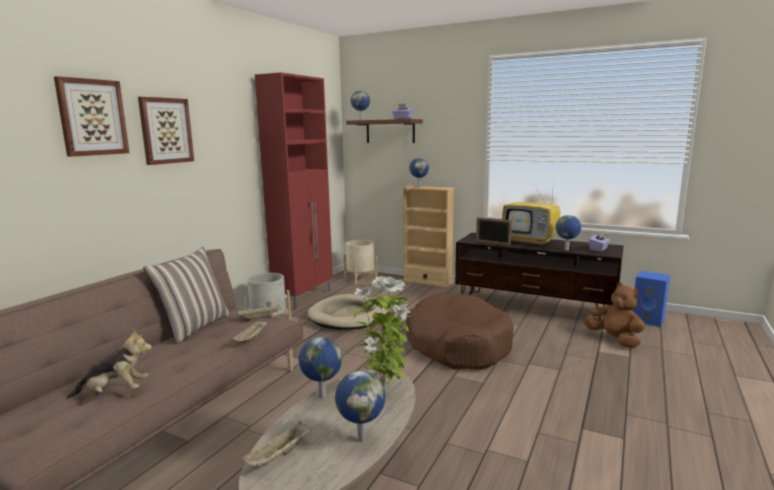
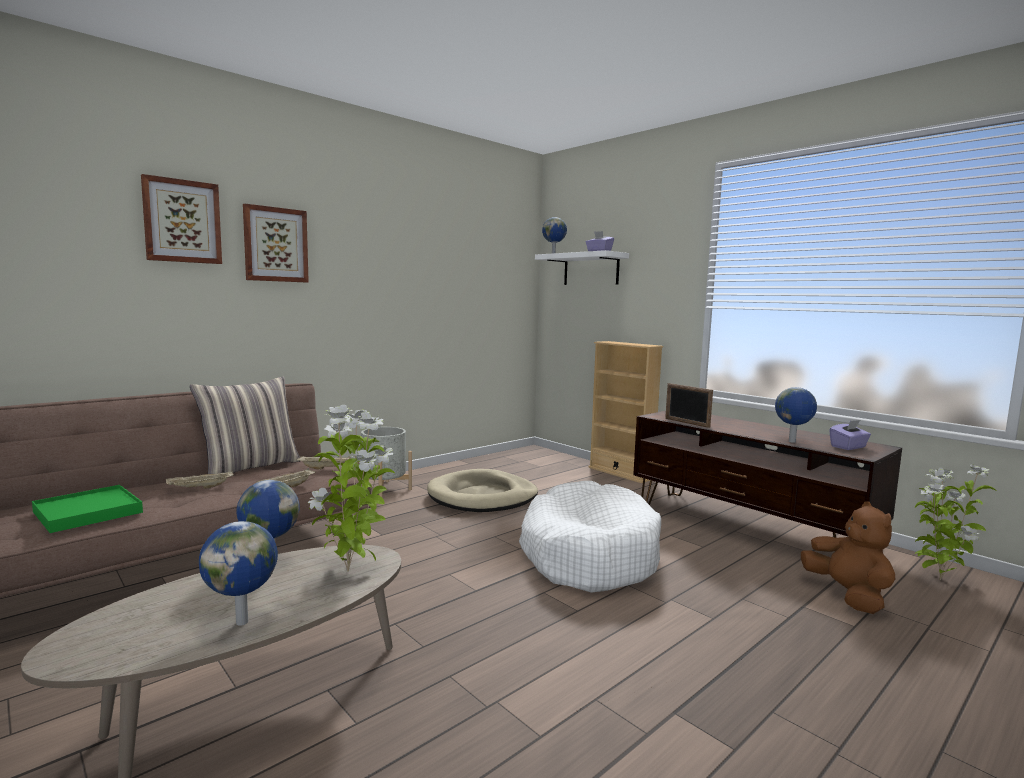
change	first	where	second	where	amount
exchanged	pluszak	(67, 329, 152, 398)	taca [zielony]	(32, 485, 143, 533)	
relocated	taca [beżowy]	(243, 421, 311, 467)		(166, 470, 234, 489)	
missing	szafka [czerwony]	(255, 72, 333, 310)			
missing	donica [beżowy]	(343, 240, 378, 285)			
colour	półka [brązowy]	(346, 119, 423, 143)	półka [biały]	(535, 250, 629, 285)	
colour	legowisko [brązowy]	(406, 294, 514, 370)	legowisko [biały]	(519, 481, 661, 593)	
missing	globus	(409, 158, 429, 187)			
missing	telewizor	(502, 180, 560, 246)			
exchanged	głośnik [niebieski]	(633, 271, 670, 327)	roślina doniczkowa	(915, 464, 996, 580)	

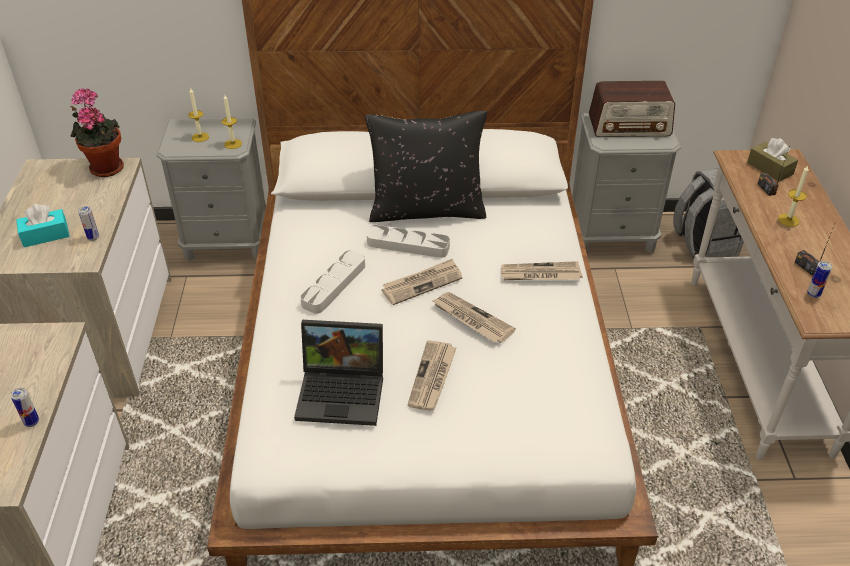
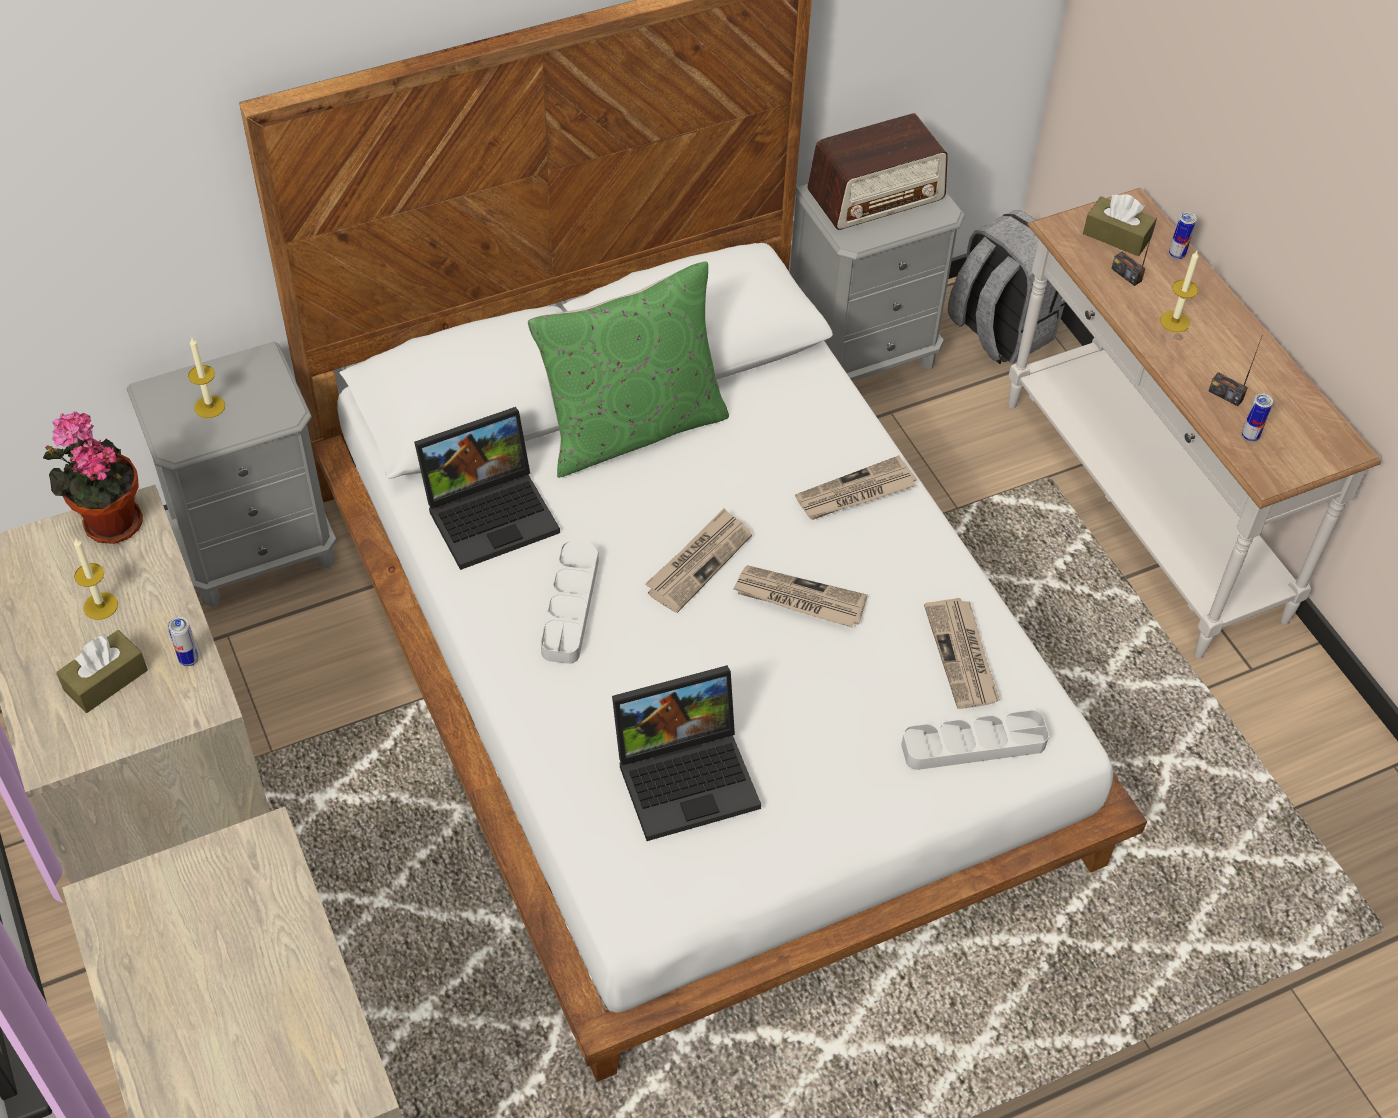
change	first	where	second	where	amount
relocated	puszka	(10, 388, 39, 427)		(1169, 212, 1197, 259)	
colour	pudełko chusteczek [turkusowy]	(16, 204, 69, 247)	pudełko chusteczek [brązowy]	(56, 630, 148, 713)	
relocated	świeca	(222, 95, 242, 149)		(74, 537, 118, 620)	
colour	poduszka [czarny]	(365, 111, 487, 222)	poduszka [zielony]	(528, 261, 729, 478)	
relocated	taca [szary]	(367, 225, 450, 258)		(901, 710, 1049, 770)	
relocated	gazeta	(408, 340, 456, 411)		(924, 598, 1000, 709)	
appeared			laptop	(414, 407, 560, 570)	

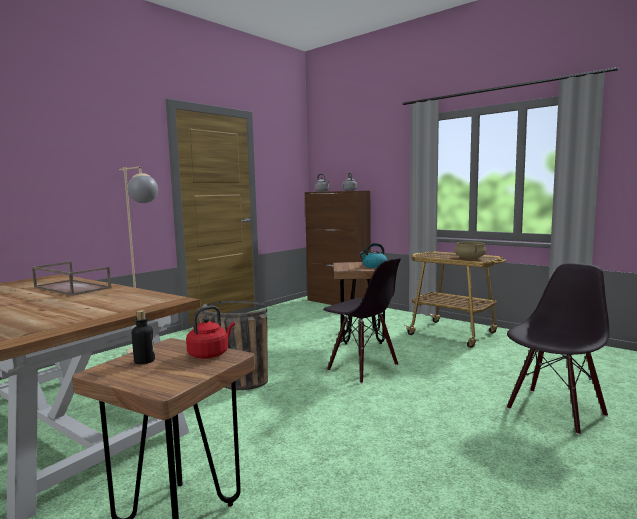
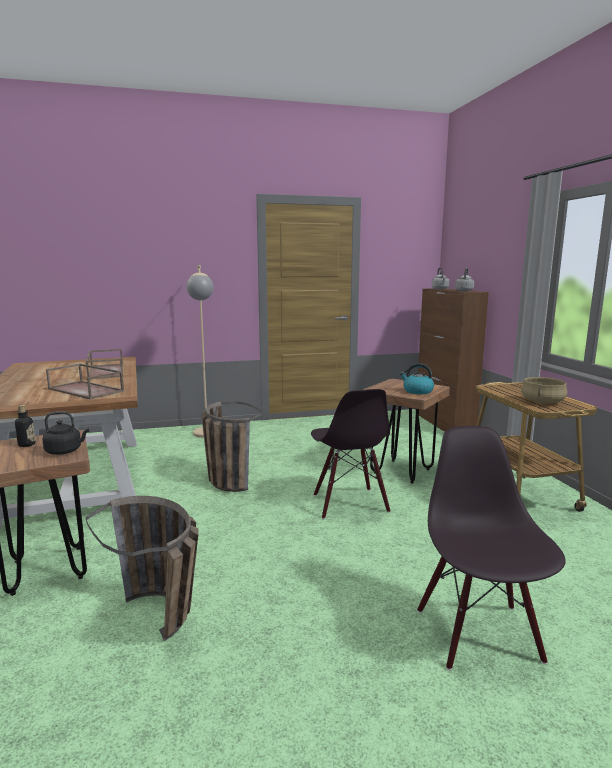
change	first	where	second	where	amount
colour	czajnik [czerwony]	(186, 306, 235, 359)	czajnik [czarny]	(42, 411, 89, 455)	
spun	krzesło [czarny]	(507, 263, 609, 435)		(417, 426, 566, 670)	90 degrees counterclockwise
appeared			taca [brązowy]	(46, 364, 124, 400)	
appeared			koszyk	(86, 496, 198, 641)	

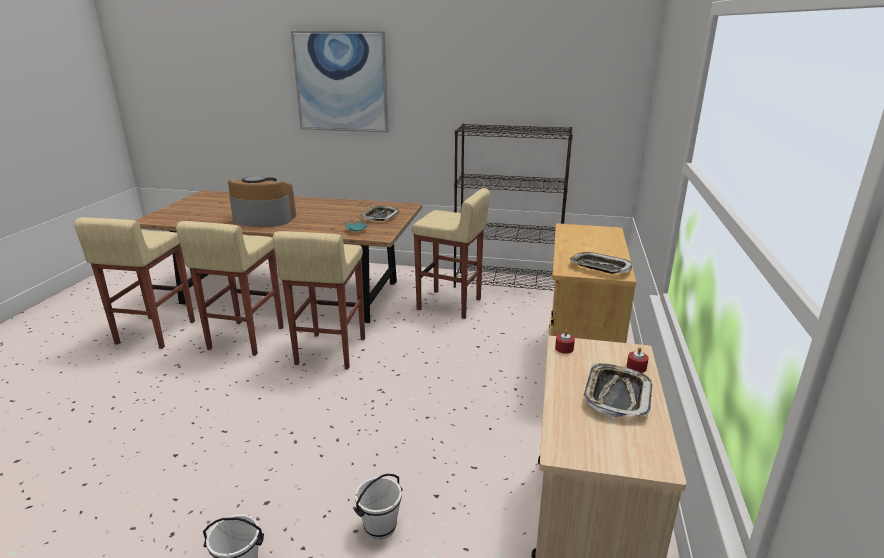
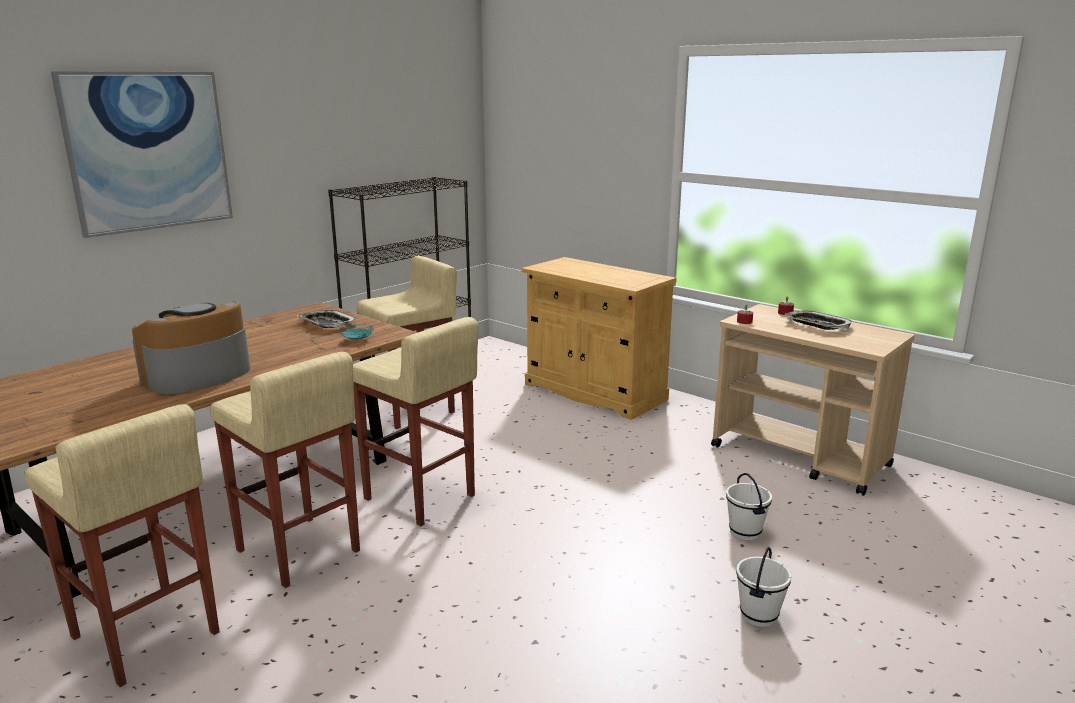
change	first	where	second	where	amount
missing	taca	(569, 252, 632, 274)			

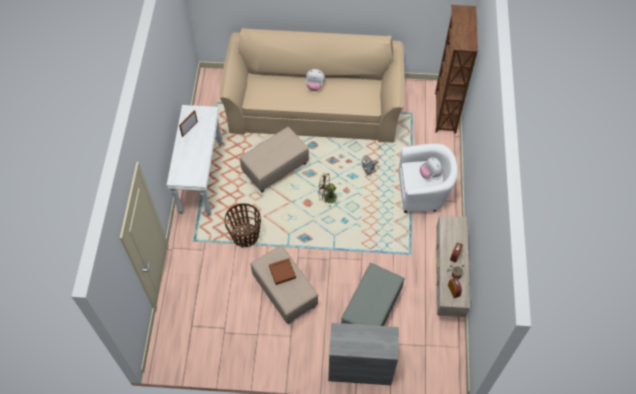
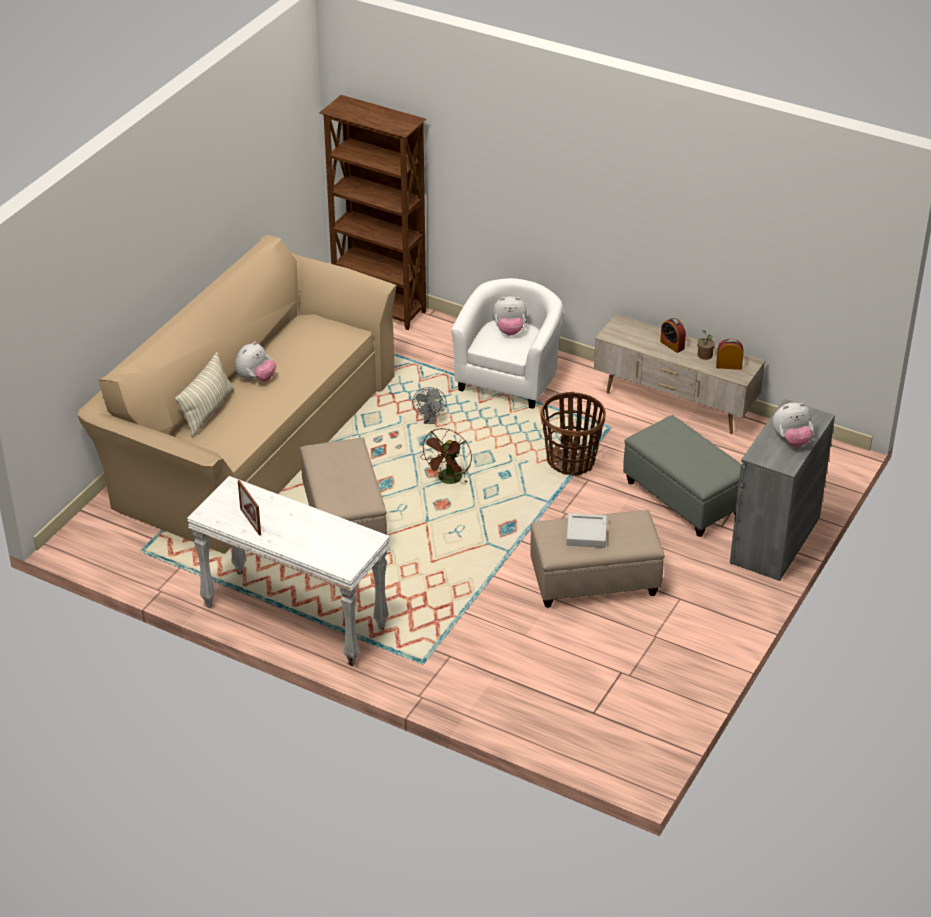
change	first	where	second	where	amount
relocated	koszyk	(224, 203, 261, 248)		(541, 392, 606, 476)	
colour	taca [brązowy]	(269, 258, 296, 285)	taca [szary]	(566, 513, 607, 548)	
appeared			poduszka	(175, 352, 234, 437)	
appeared			pluszak	(772, 403, 813, 447)	

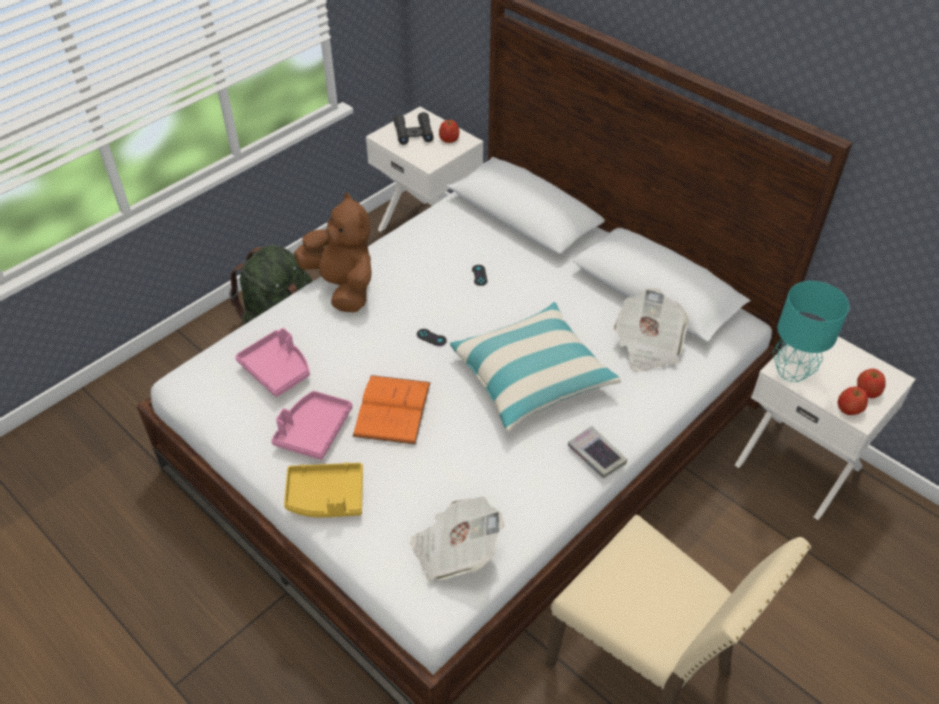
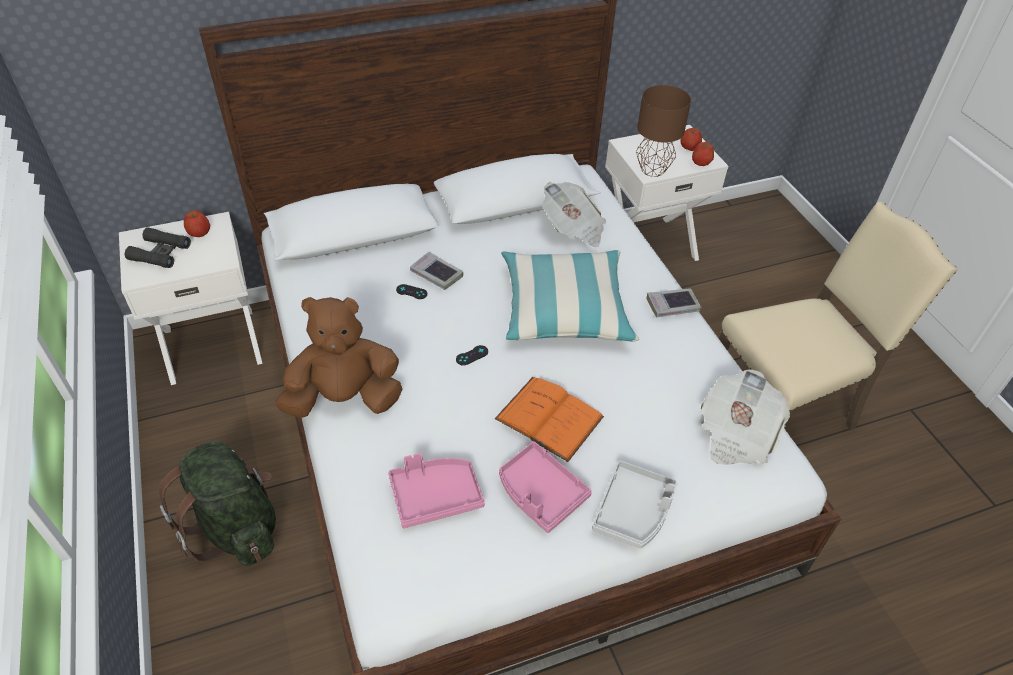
change	first	where	second	where	amount
colour	taca [żółty]	(284, 462, 363, 518)	taca [szary]	(592, 460, 678, 548)	
colour	lampa stołowa [turkusowy]	(773, 281, 849, 382)	lampa stołowa [brązowy]	(636, 85, 691, 177)	
appeared			książka	(410, 252, 463, 290)	

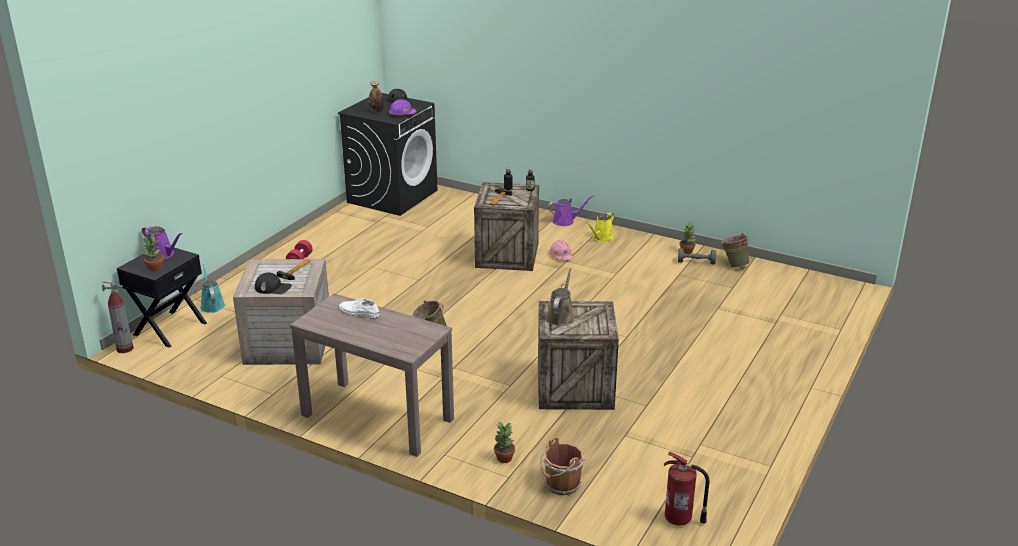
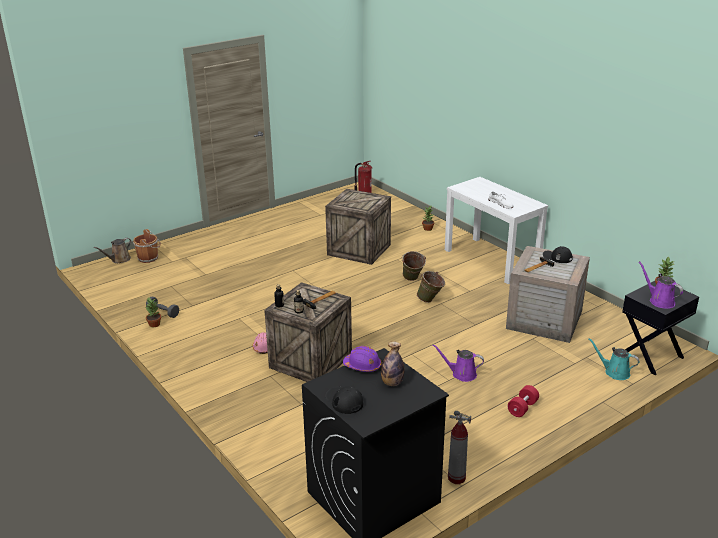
change	first	where	second	where	amount
relocated	gaśnica	(102, 281, 134, 353)		(448, 411, 471, 484)	
spun	konewka [turkusowy]	(200, 264, 225, 313)		(588, 338, 639, 380)	120 degrees clockwise
colour	stolik konsolowy [brązowy]	(290, 293, 454, 457)	stolik konsolowy [biały]	(445, 177, 548, 284)	
relocated	wiadro [brązowy]	(540, 437, 585, 495)		(133, 229, 161, 263)	
relocated	konewka [brązowy]	(545, 268, 574, 326)		(94, 238, 131, 263)	
relocated	konewka [fioletowy]	(548, 195, 594, 226)		(432, 344, 484, 382)	
missing	konewka [żółty]	(586, 212, 615, 242)			
relocated	wiadro [zielony]	(721, 233, 750, 268)		(401, 251, 426, 281)	

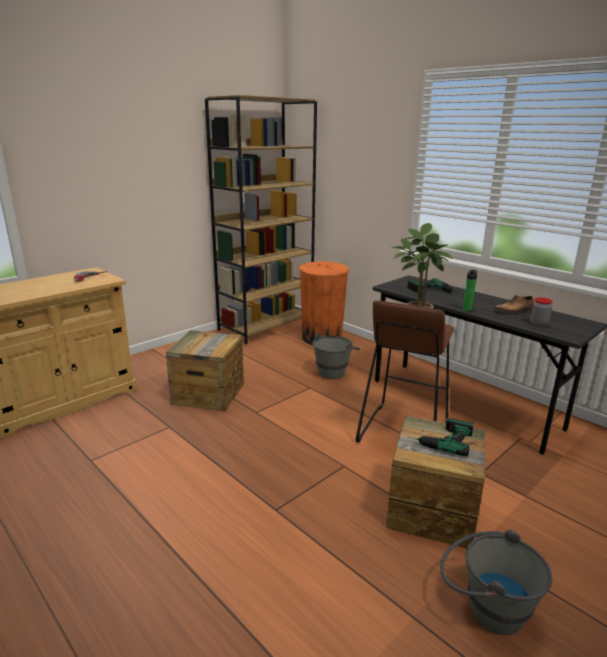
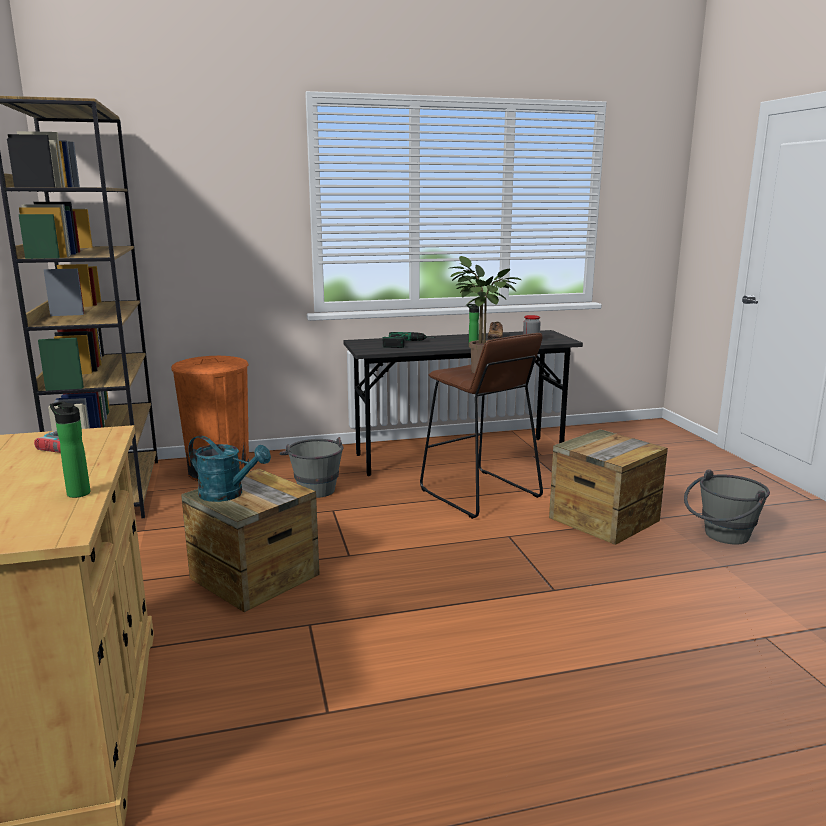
change	first	where	second	where	amount
missing	wiertarka	(407, 418, 474, 456)			
appeared			butelka	(50, 401, 90, 498)	
appeared			konewka [turkusowy]	(188, 435, 271, 502)	

